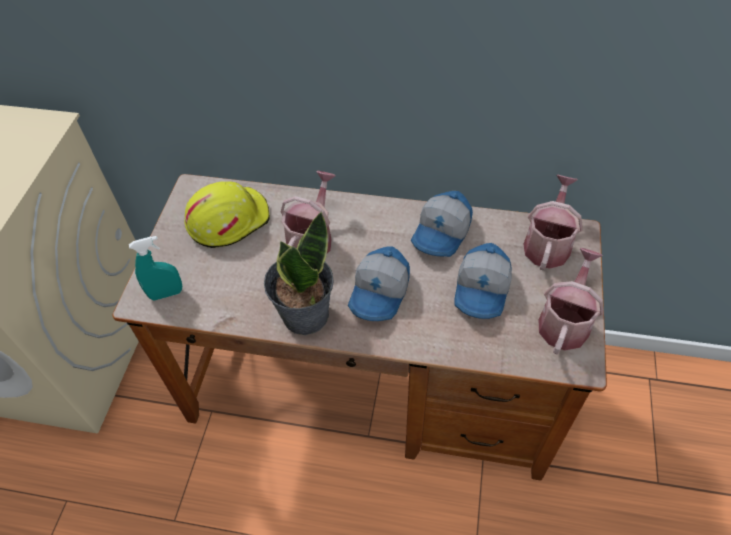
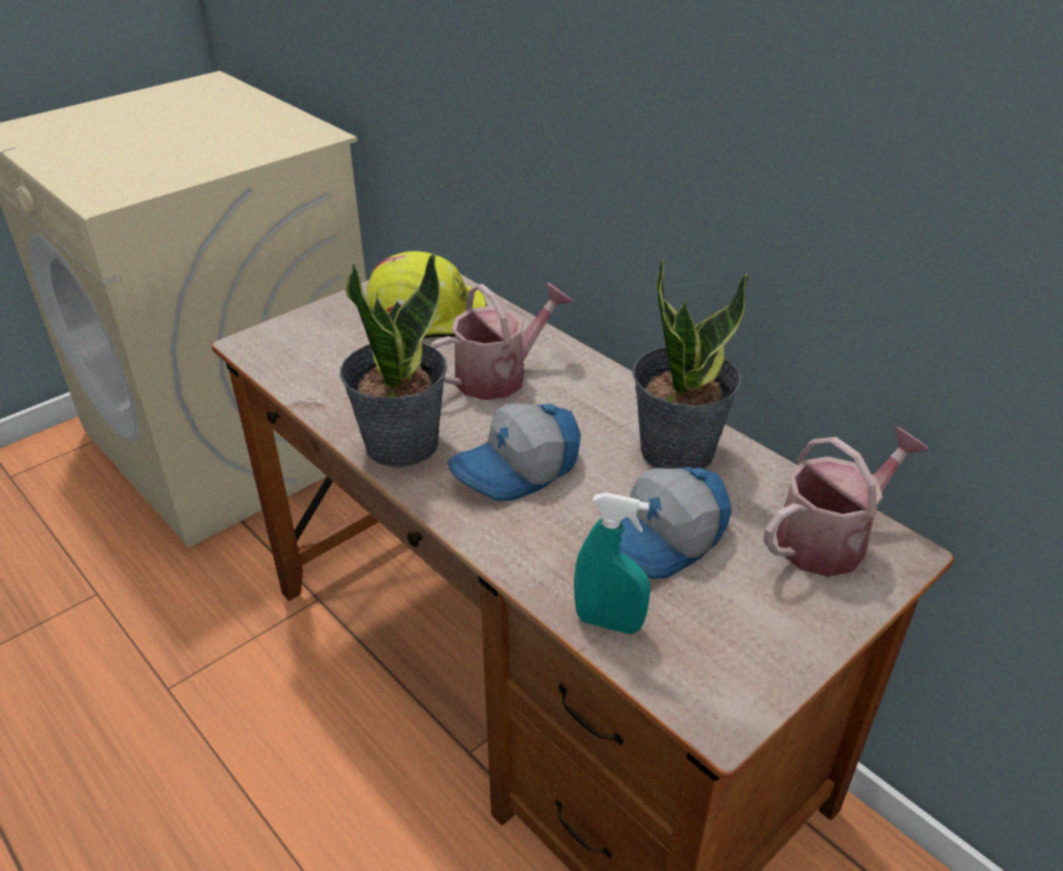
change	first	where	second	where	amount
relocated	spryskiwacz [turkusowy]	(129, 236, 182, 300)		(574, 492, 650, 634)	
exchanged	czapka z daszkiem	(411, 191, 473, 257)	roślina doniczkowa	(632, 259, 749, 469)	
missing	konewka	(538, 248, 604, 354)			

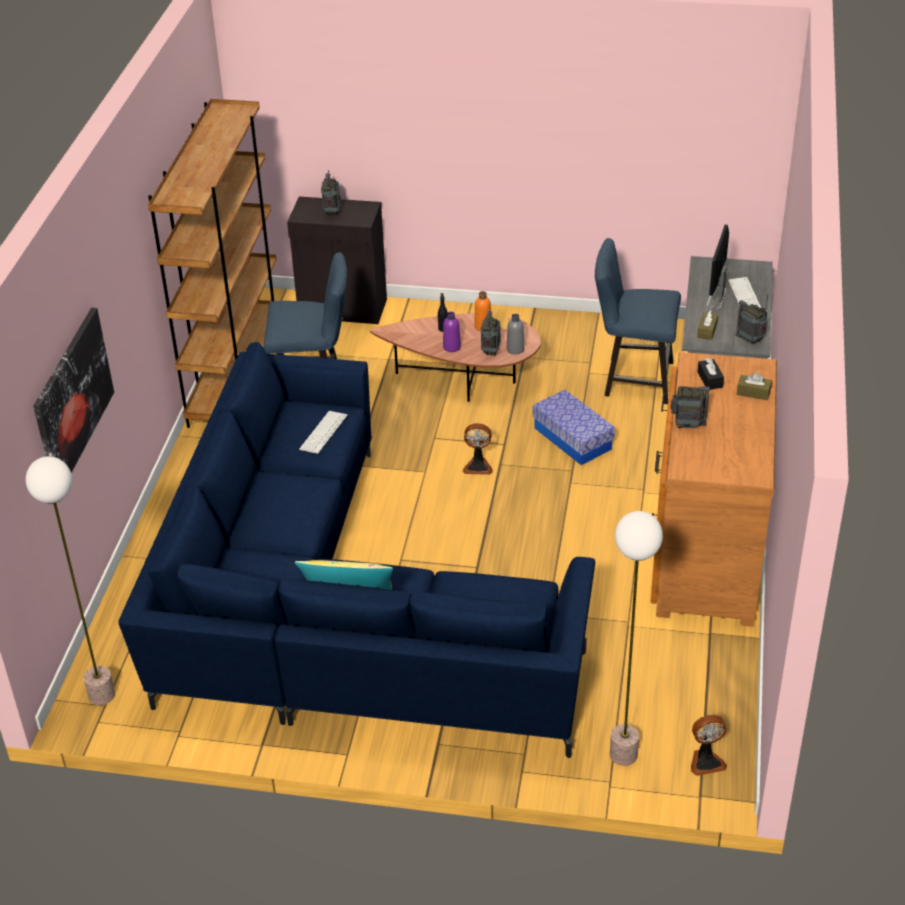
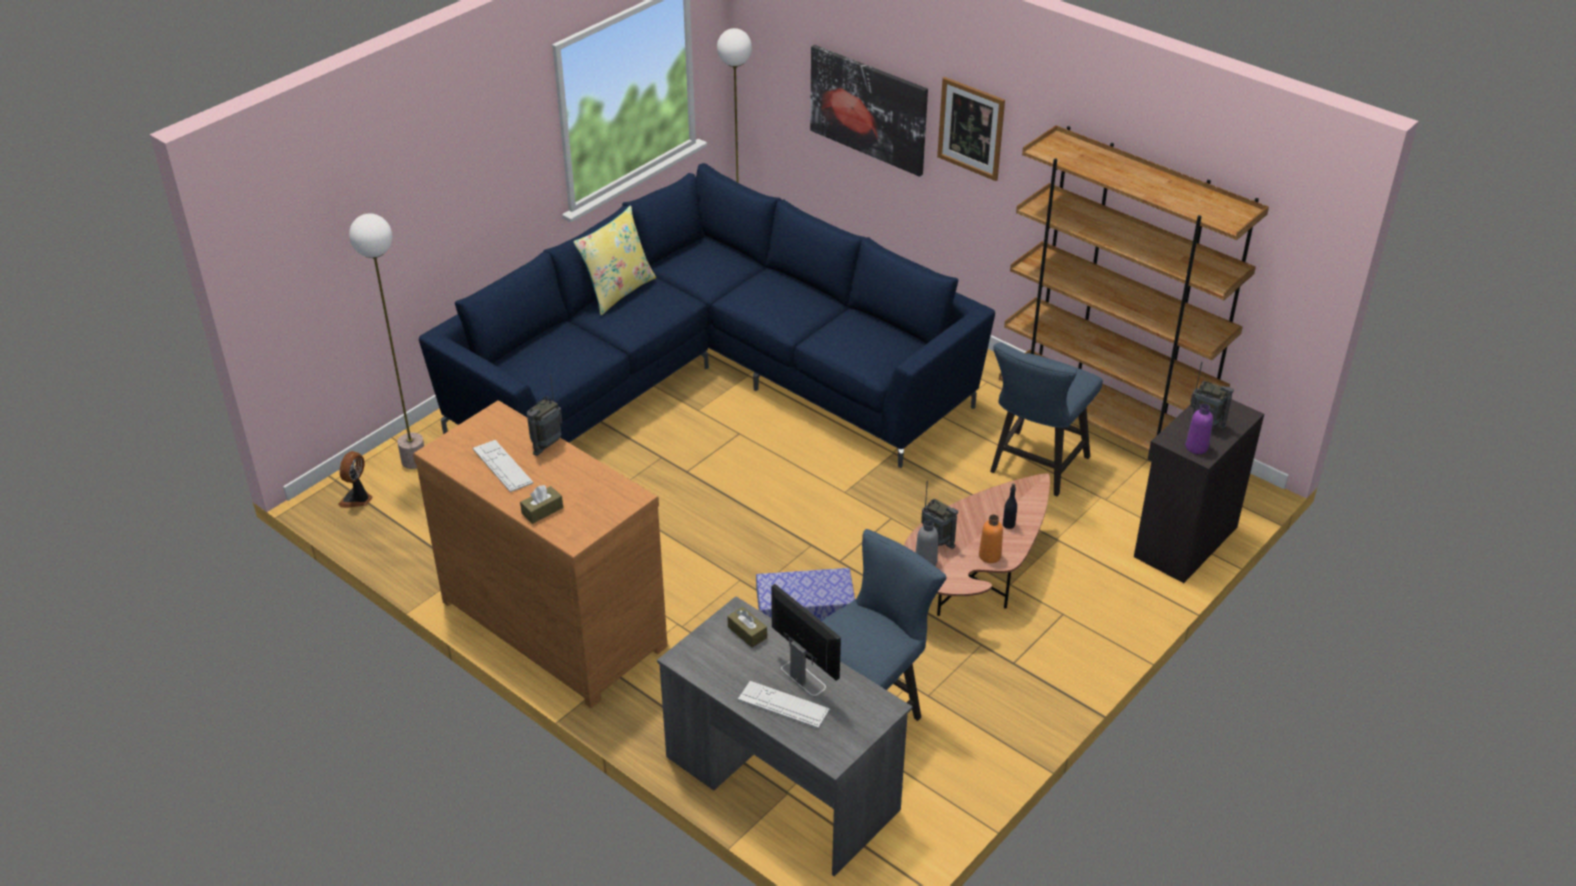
change	first	where	second	where	amount
relocated	klawiatura	(299, 411, 348, 454)		(473, 440, 533, 492)	
relocated	butelka [fioletowy]	(443, 312, 461, 352)		(1186, 403, 1213, 454)	
missing	wentylator	(463, 423, 493, 475)			
missing	pudełko chusteczek [czarny]	(698, 358, 724, 390)			
missing	radio	(735, 294, 768, 344)			
appeared			obraz	(937, 77, 1005, 181)	

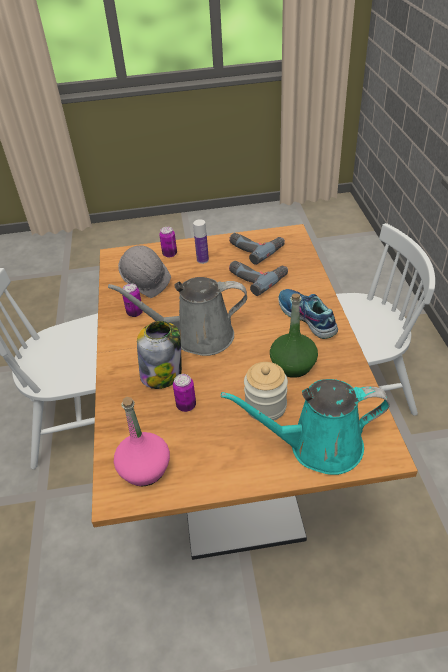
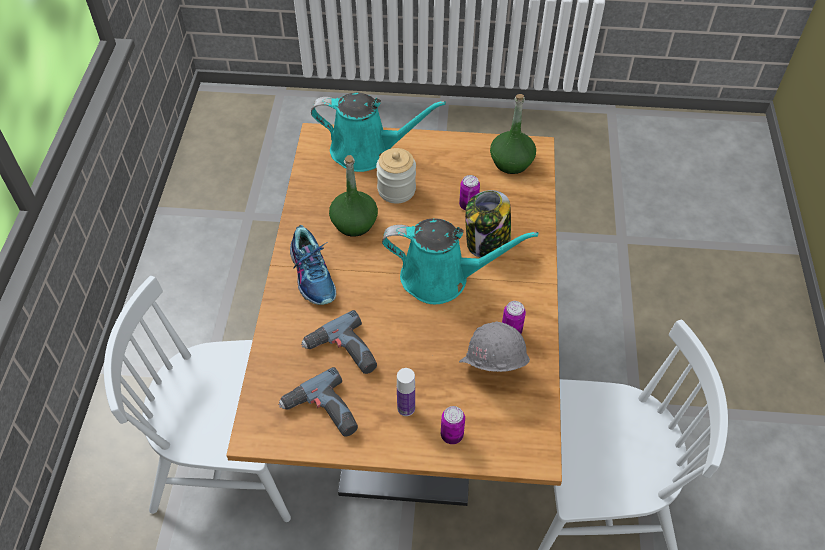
change	first	where	second	where	amount
colour	konewka [szary]	(108, 277, 247, 356)	konewka [turkusowy]	(382, 218, 538, 304)	
colour	butelka [różowy]	(114, 397, 170, 487)	butelka [zielony]	(490, 94, 536, 174)	

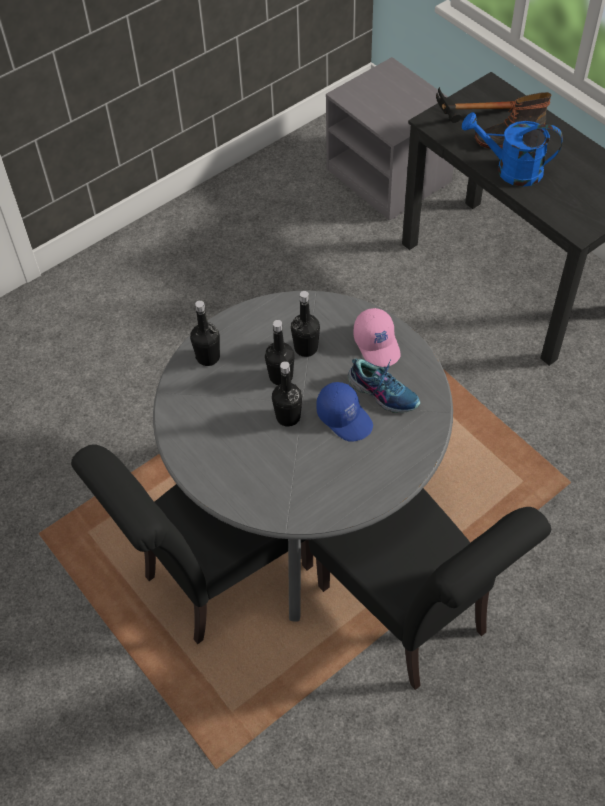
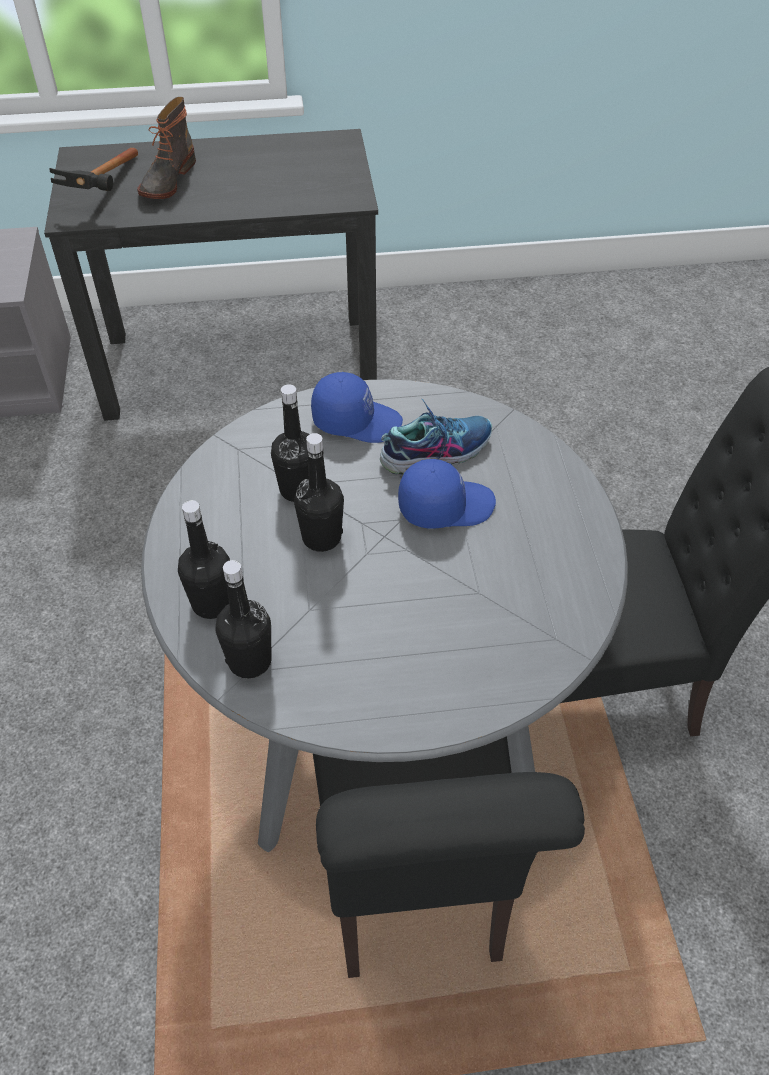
change	first	where	second	where	amount
relocated	butelka [czarny]	(272, 361, 302, 427)		(215, 560, 272, 679)	
colour	czapka z daszkiem [różowy]	(353, 308, 400, 367)	czapka z daszkiem [niebieski]	(311, 372, 403, 443)	
missing	konewka [niebieski]	(462, 112, 563, 187)			

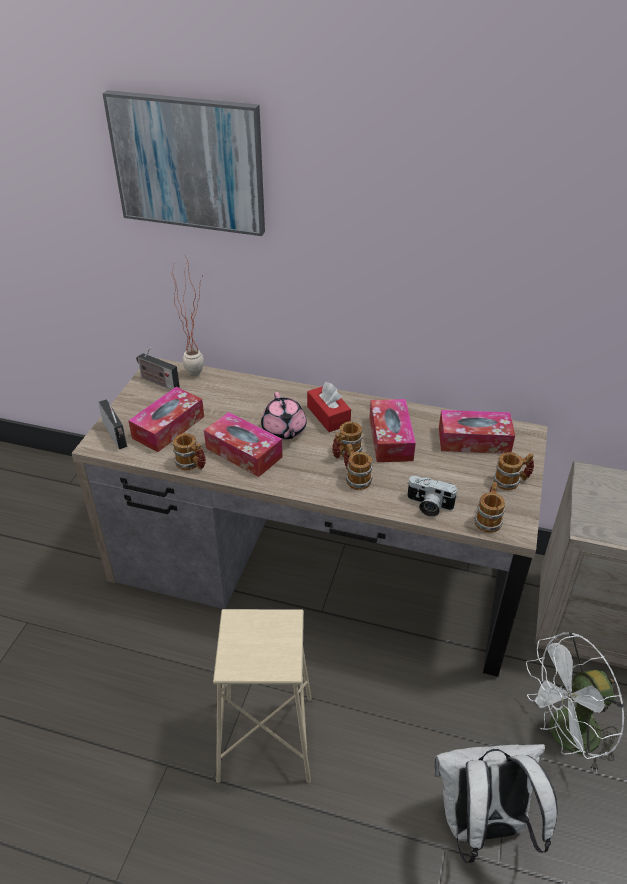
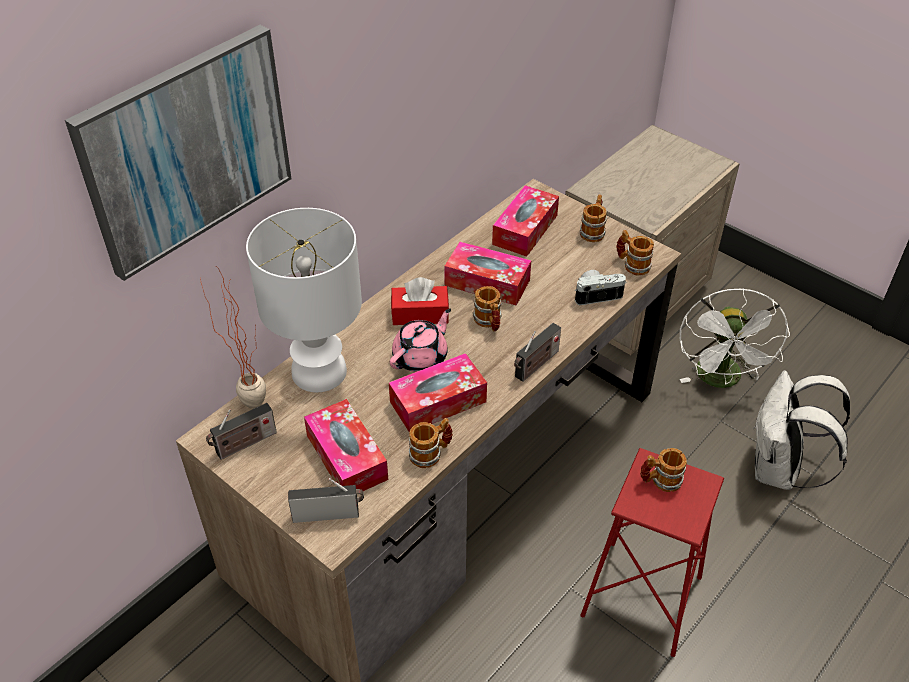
change	first	where	second	where	amount
colour	stołek [beżowy]	(213, 609, 312, 783)	stołek [czerwony]	(580, 448, 724, 657)	
spun	imbryk [różowy]	(261, 392, 307, 440)		(390, 308, 451, 372)	60 degrees counterclockwise
relocated	kubek	(344, 443, 373, 490)		(640, 448, 687, 492)	
spun	aparat fotograficzny	(407, 476, 458, 517)		(575, 270, 627, 305)	150 degrees counterclockwise
appeared			lampa stołowa [biały]	(246, 208, 362, 392)	
appeared			radio	(514, 323, 561, 382)	

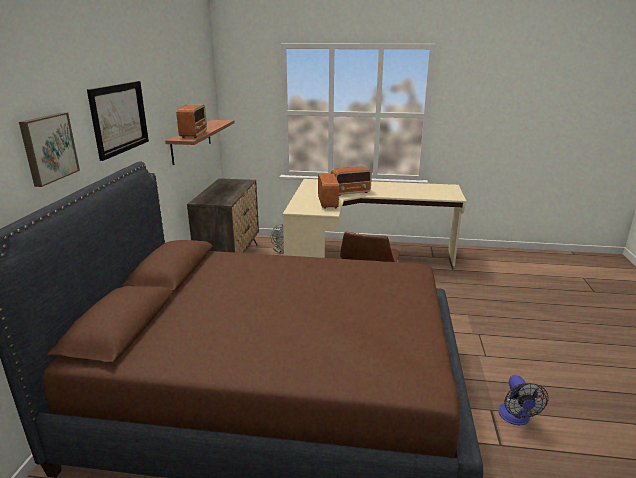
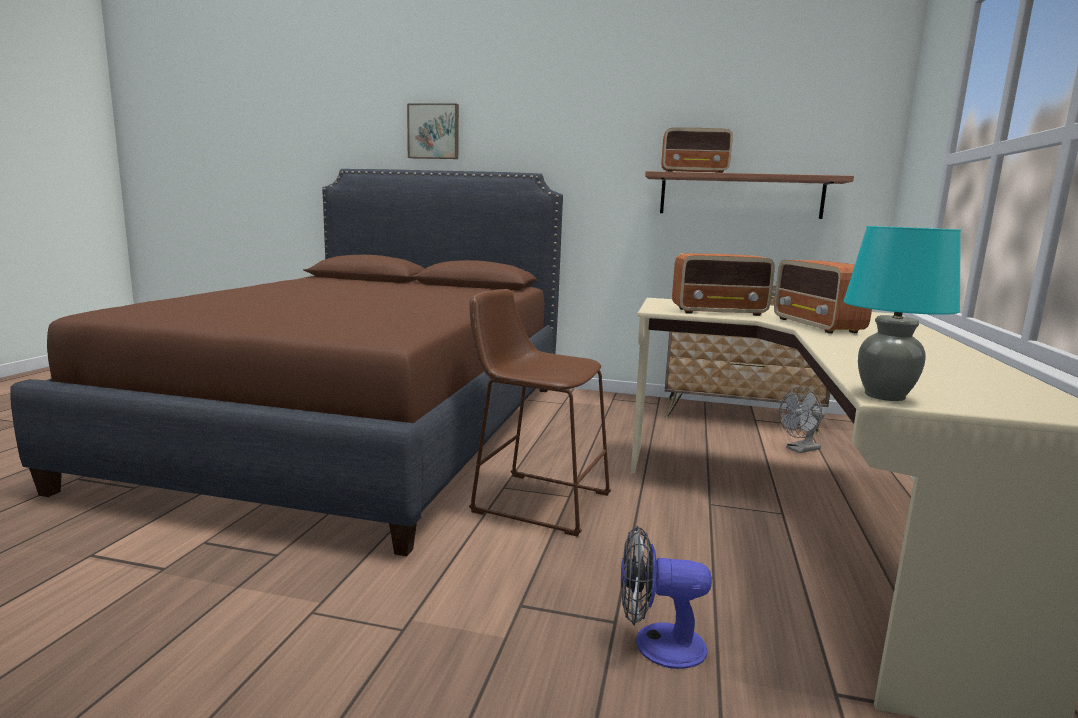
change	first	where	second	where	amount
missing	obraz	(87, 81, 149, 161)			
relocated	wentylator	(498, 375, 549, 425)		(621, 526, 712, 669)	
appeared			lampa stołowa [turkusowy]	(843, 226, 961, 401)	

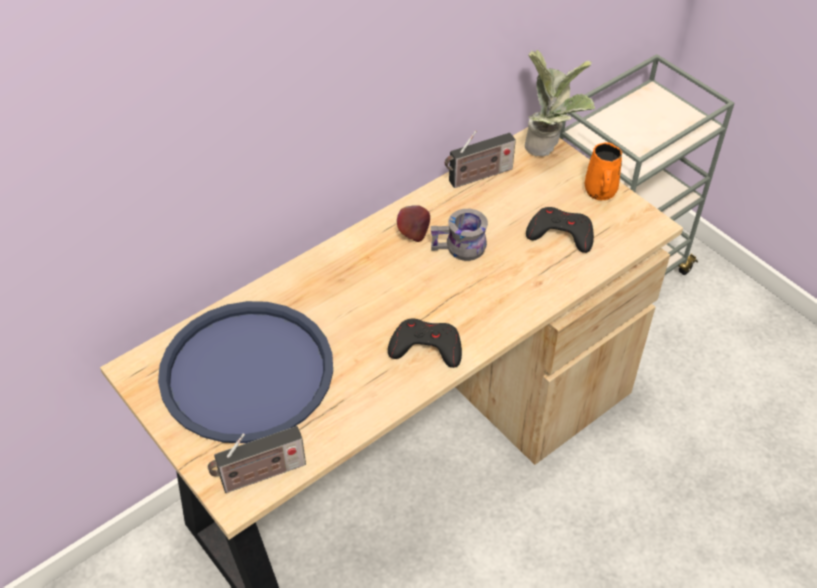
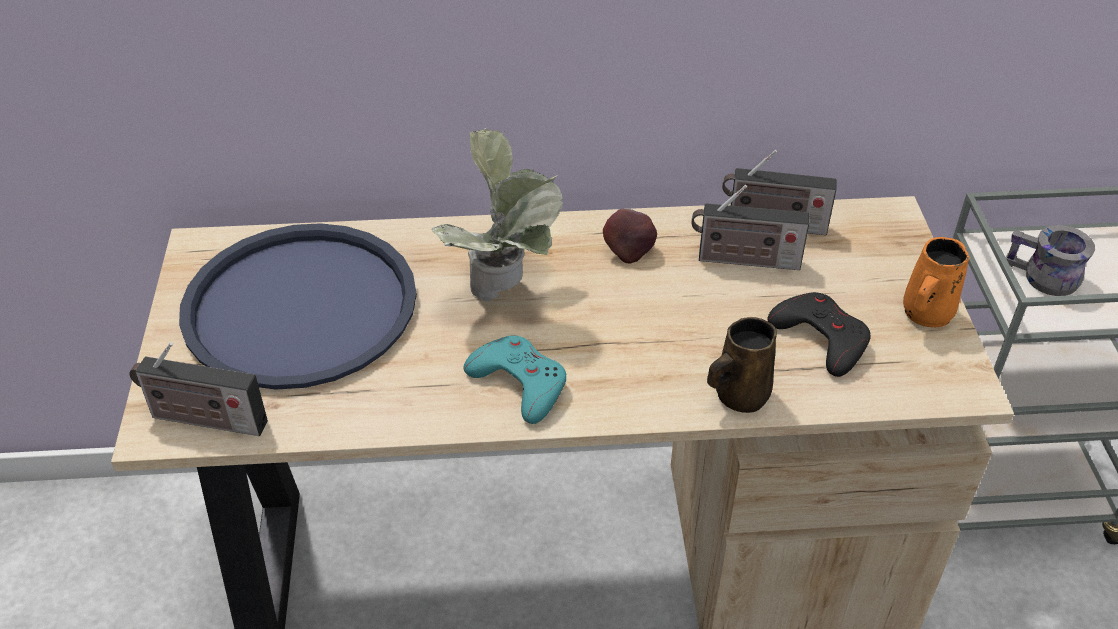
change	first	where	second	where	amount
colour	pad do gier [czarny]	(388, 319, 462, 368)	pad do gier [turkusowy]	(464, 336, 567, 424)	
relocated	kubek [szary]	(431, 209, 488, 261)		(1006, 225, 1095, 296)	
relocated	roślina doniczkowa	(525, 50, 595, 156)		(431, 128, 563, 302)	
appeared			radio	(691, 185, 809, 270)	
appeared			kubek [brązowy]	(707, 317, 777, 413)	

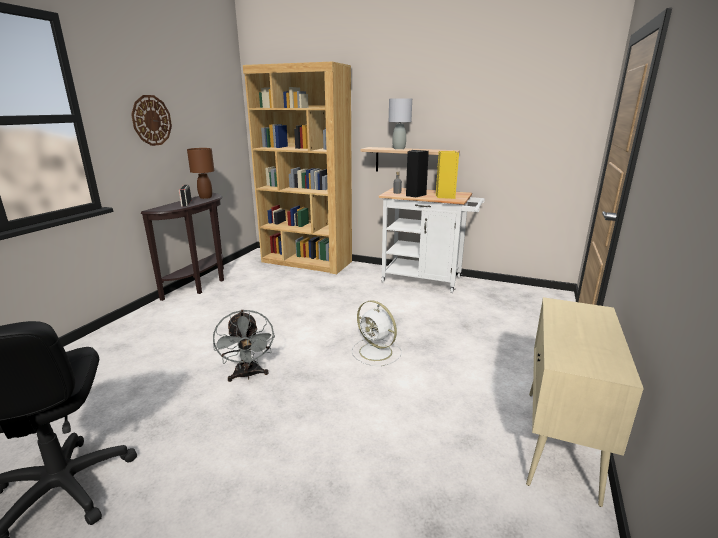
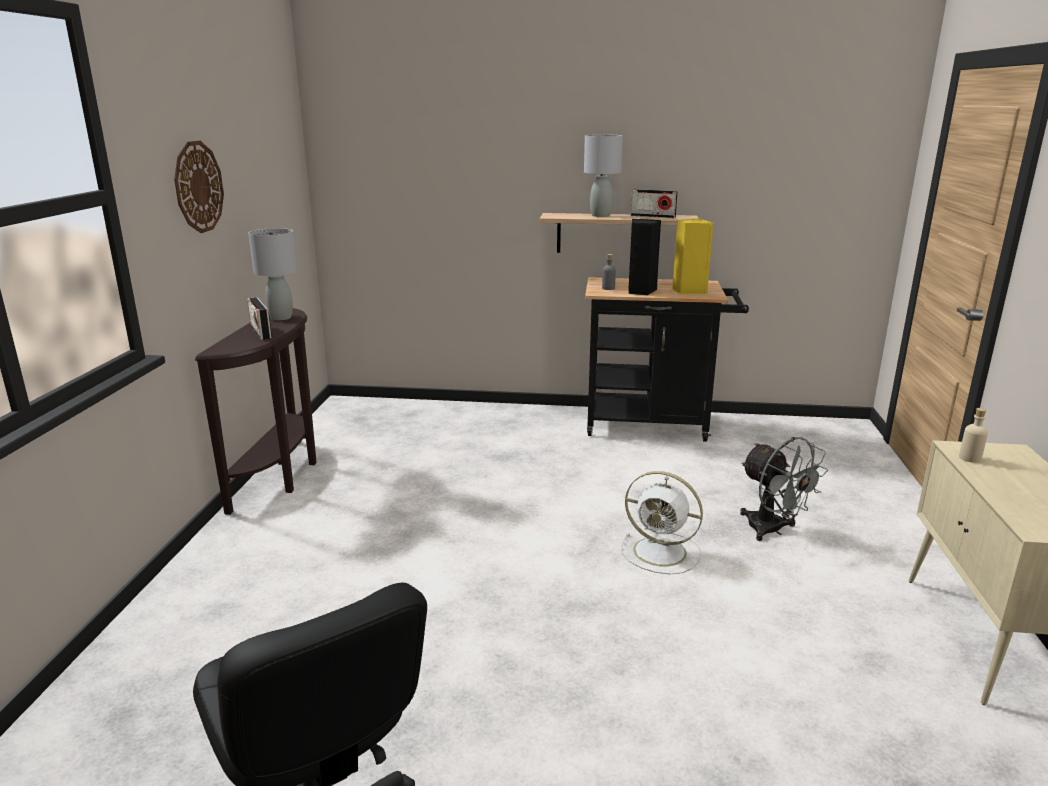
change	first	where	second	where	amount
colour	lampa stołowa [brązowy]	(187, 148, 214, 199)	lampa stołowa [szary]	(248, 228, 297, 320)	
relocated	wentylator [szary]	(213, 310, 275, 382)		(740, 437, 828, 541)	
missing	regał [brązowy]	(243, 62, 352, 274)			
colour	wózek [biały]	(378, 187, 485, 293)	wózek [czarny]	(585, 277, 749, 442)	
appeared			radio	(631, 189, 678, 218)	
appeared			butelka [beżowy]	(959, 408, 988, 463)	

